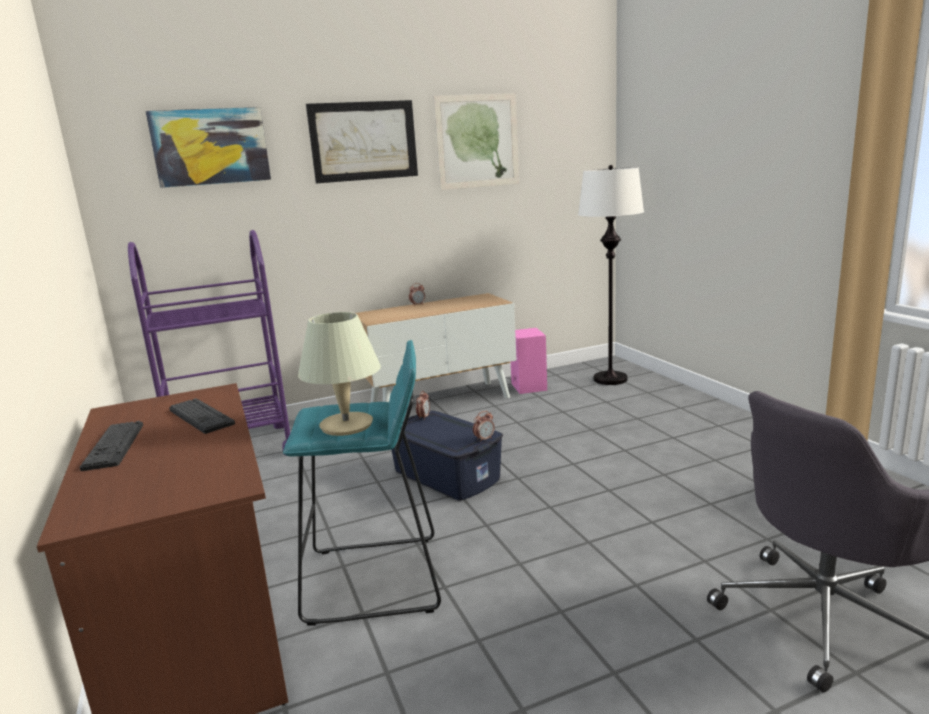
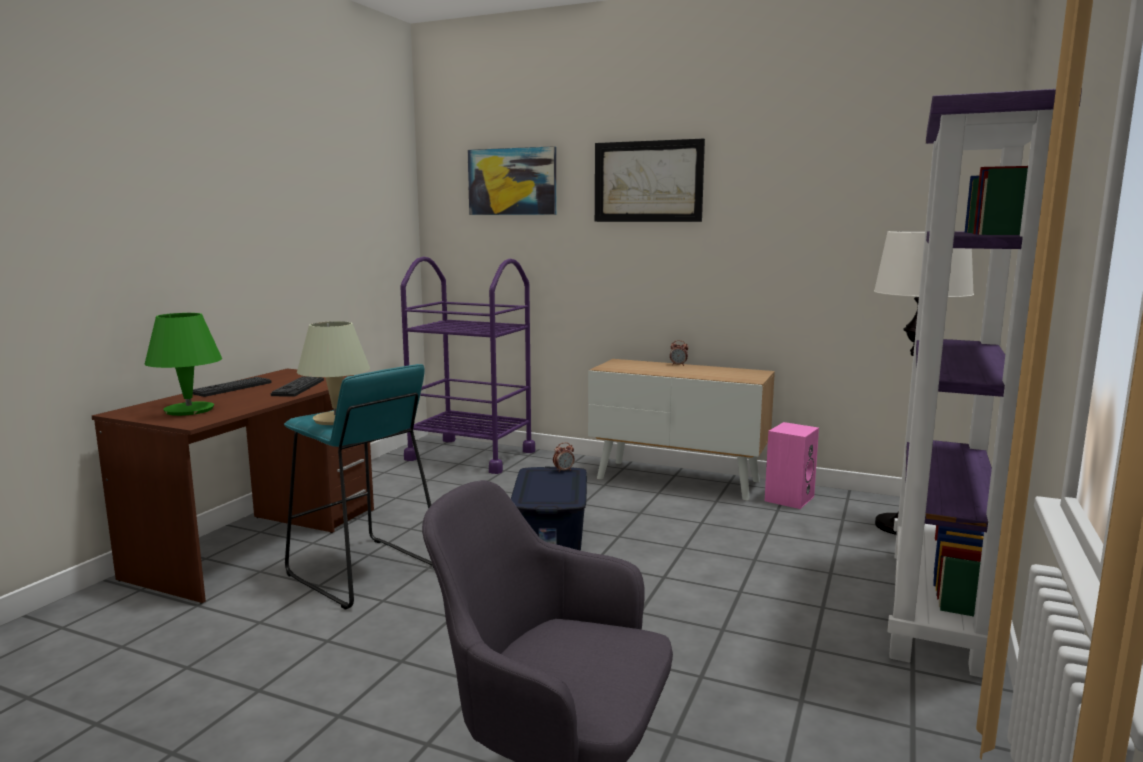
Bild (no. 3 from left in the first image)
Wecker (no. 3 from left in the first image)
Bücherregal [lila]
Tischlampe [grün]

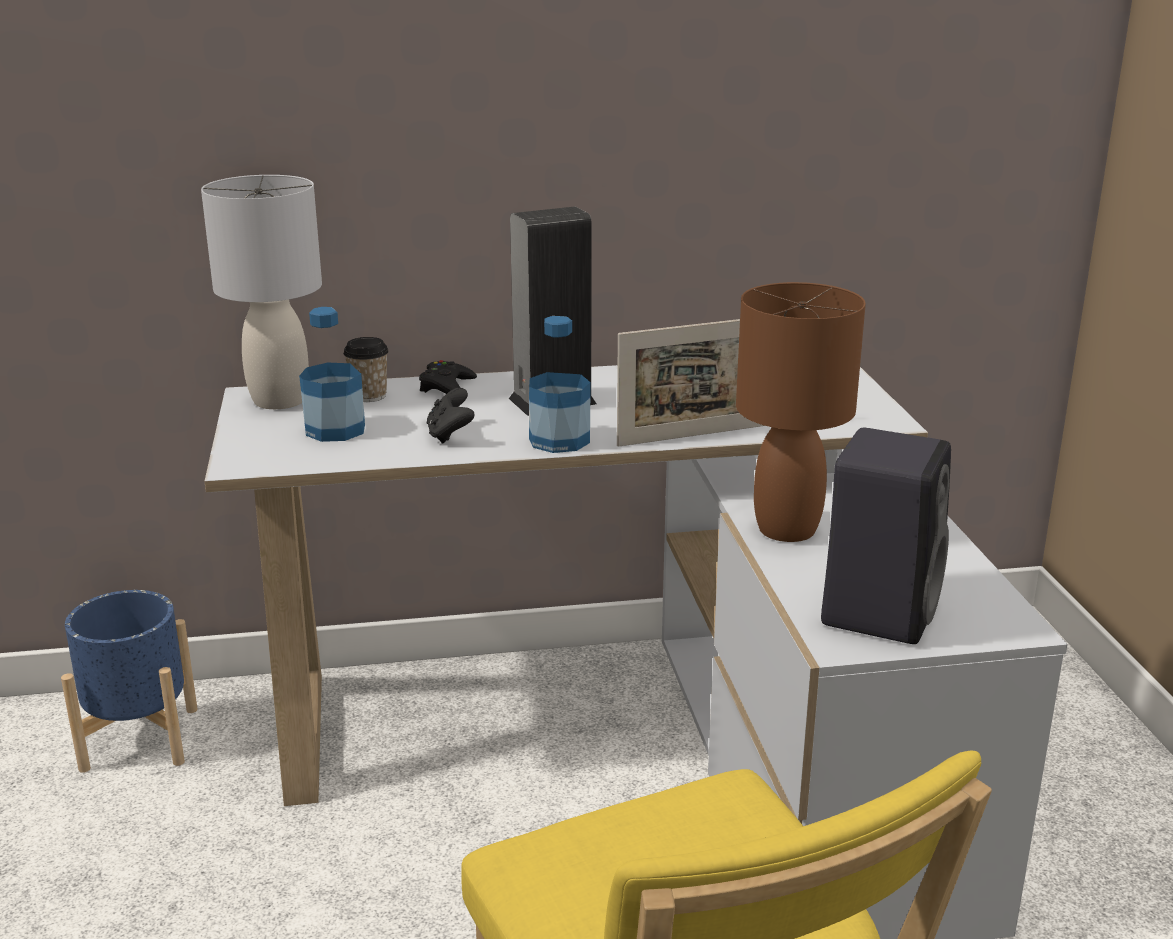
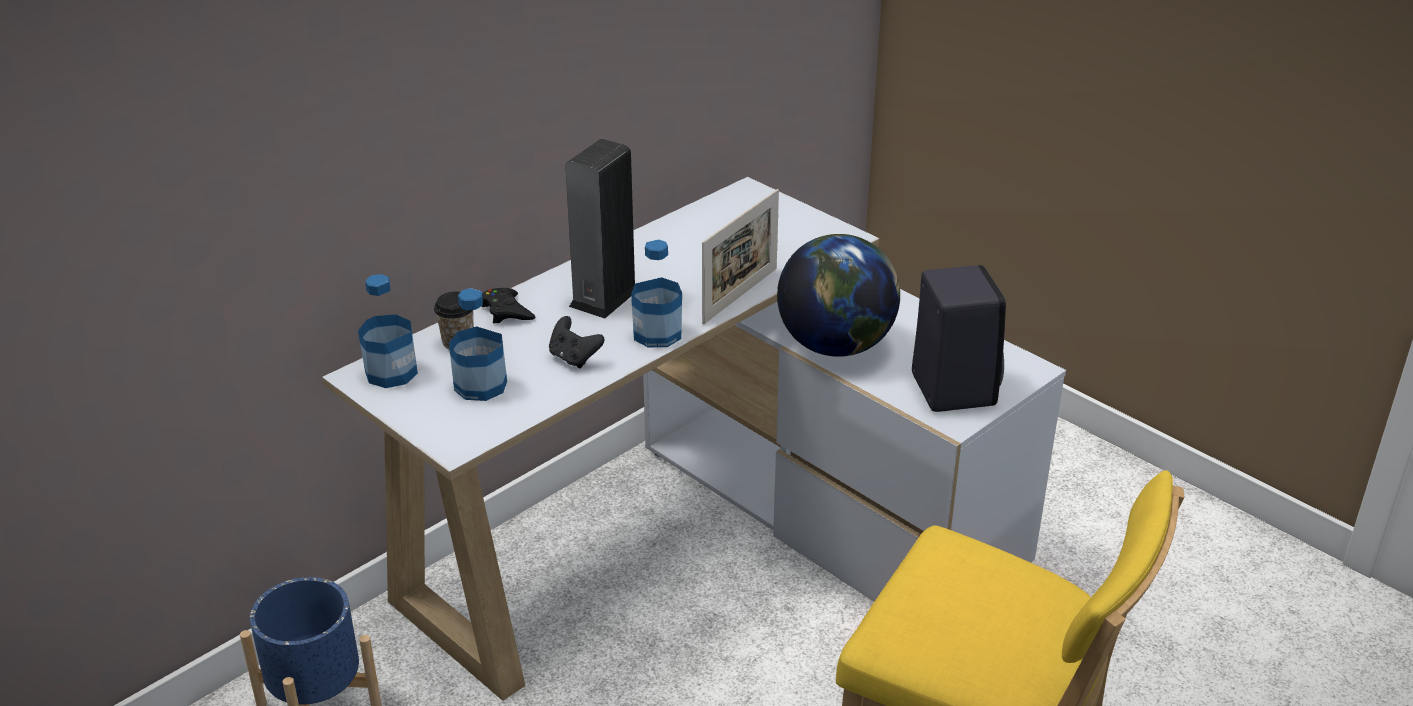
Flasche (no. 1 from left)
Globus

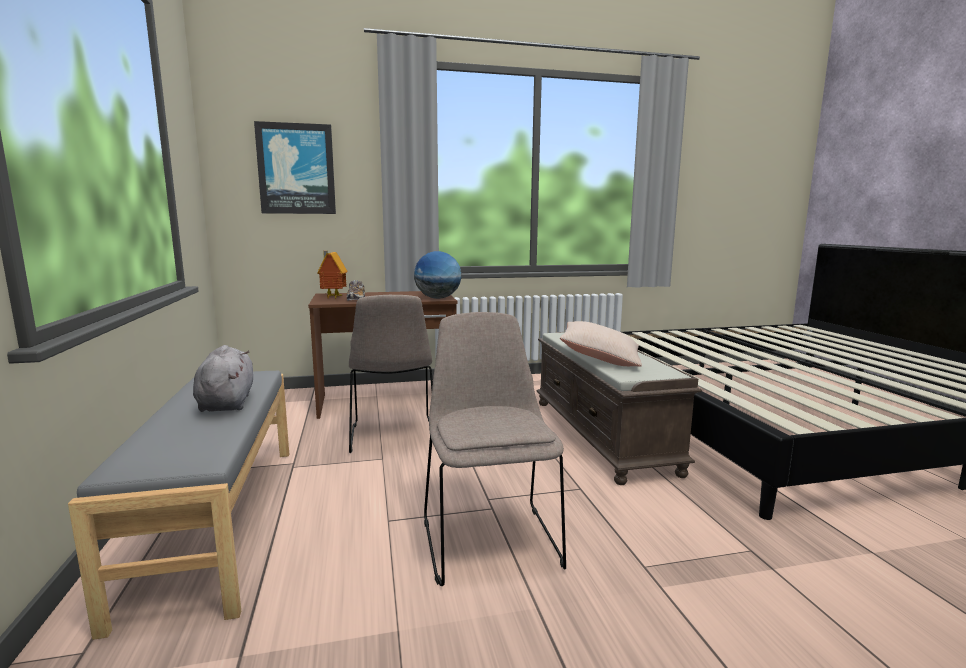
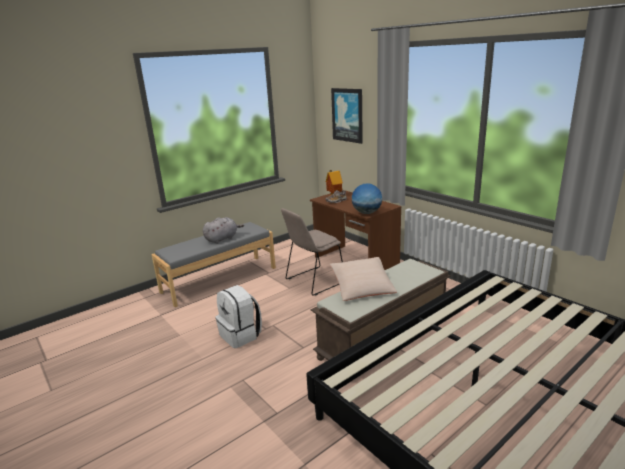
Rucksack [weiß]

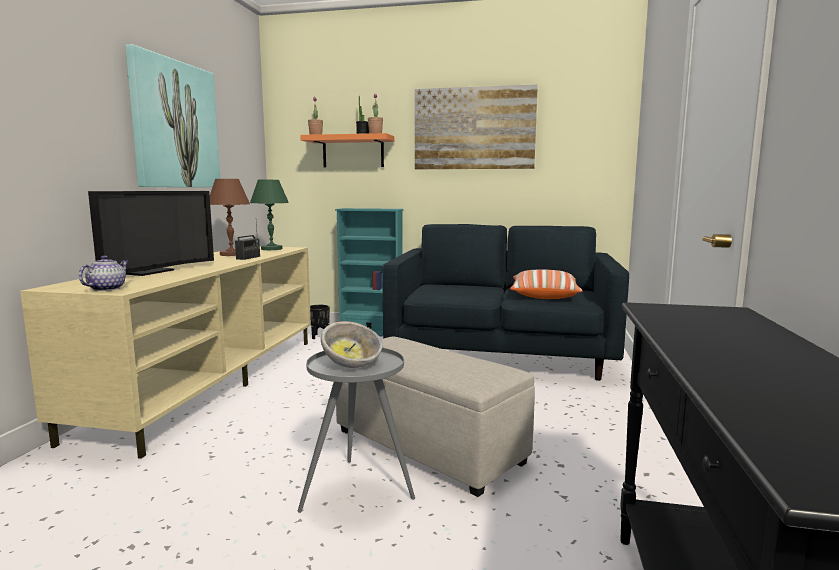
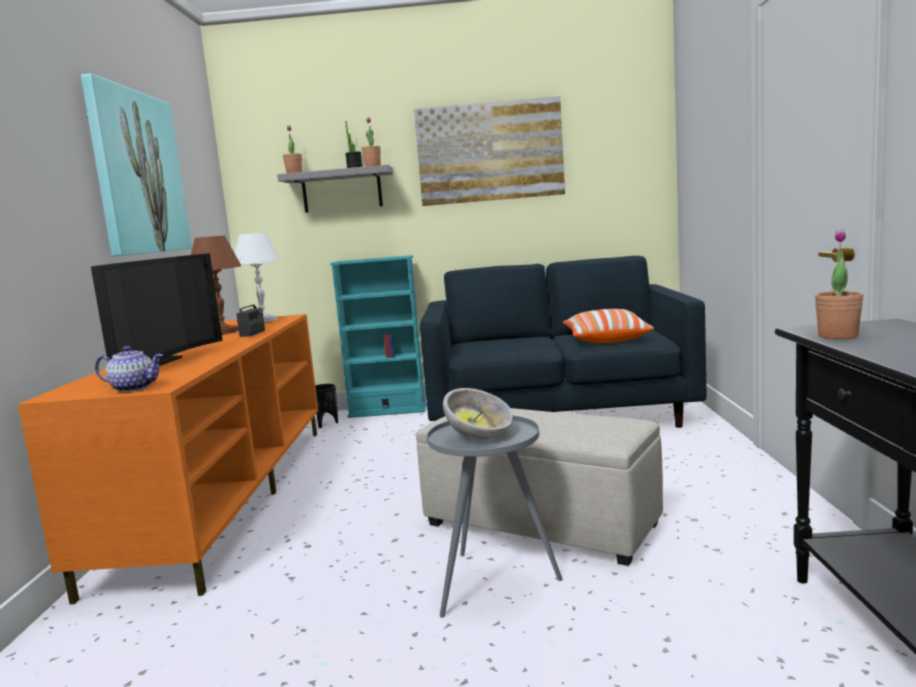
Wandregal [grau]
Tischlampe [weiß]
Fernsehschrank [orange]
Teekanne
Topfpflanze (no. 4 from left)

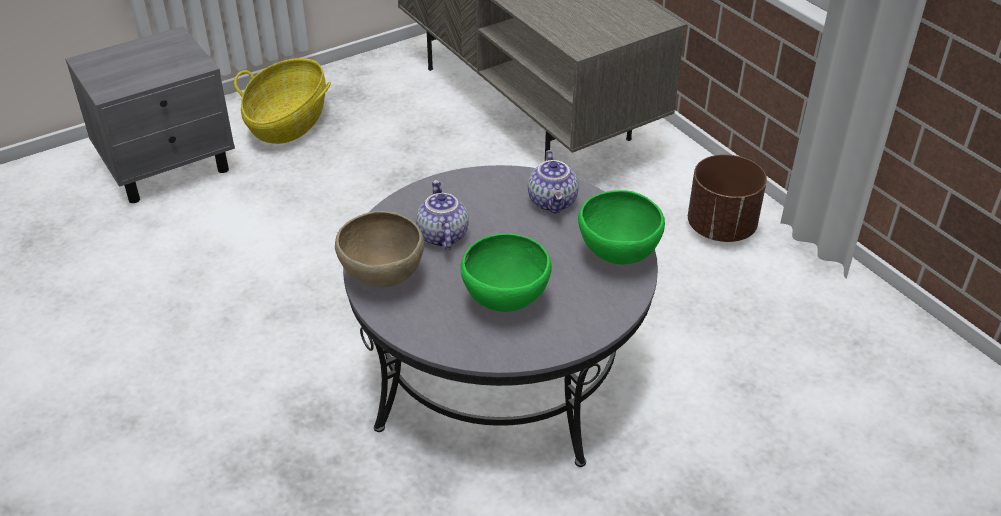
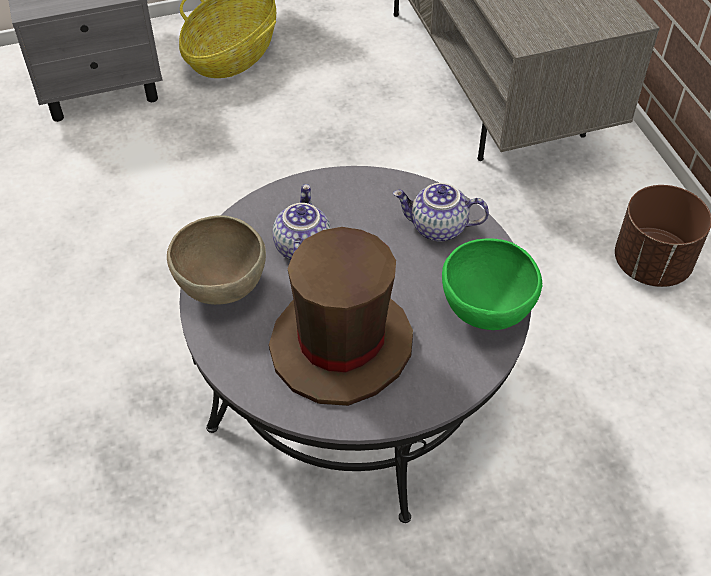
Teekanne (no. 2 from left)
Hut [braun]

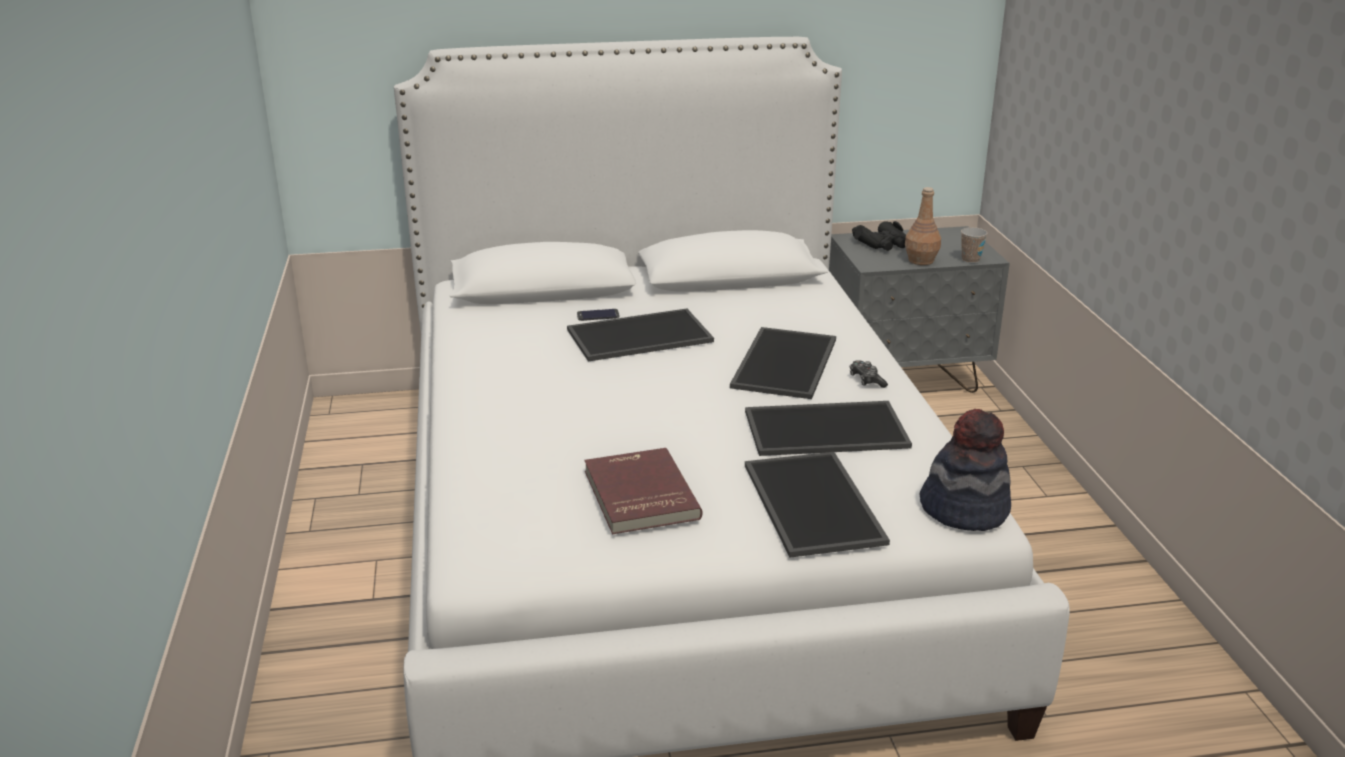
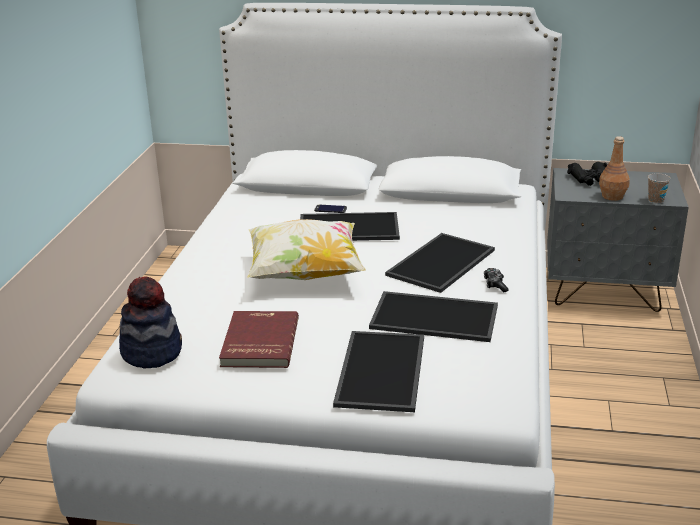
Hut
Kissen

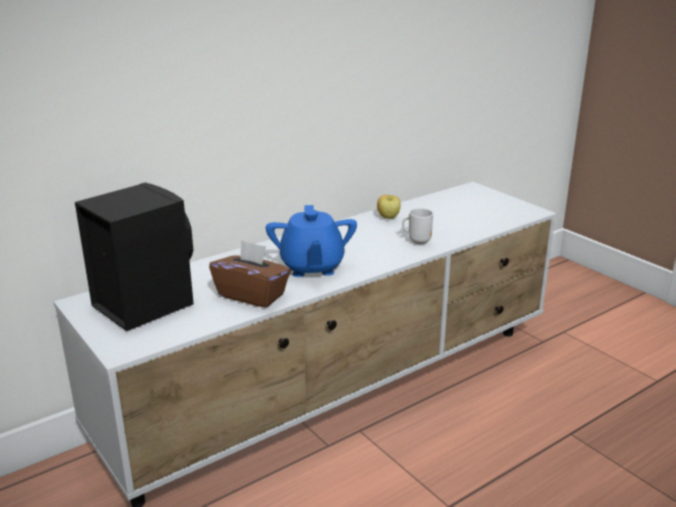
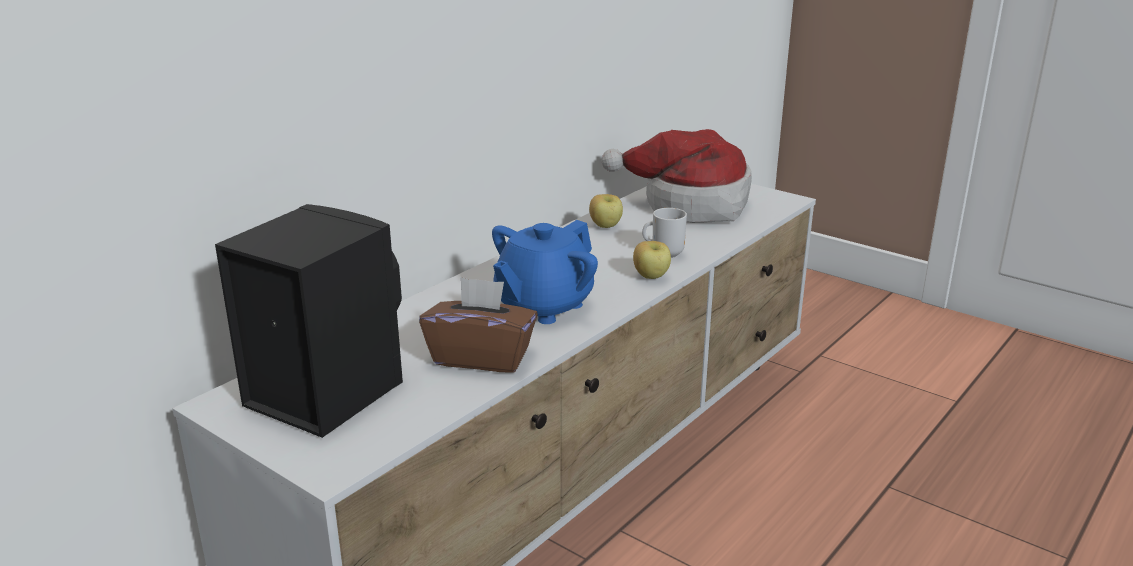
Teekanne [blau]
Hut
Apfel (no. 2 from left)

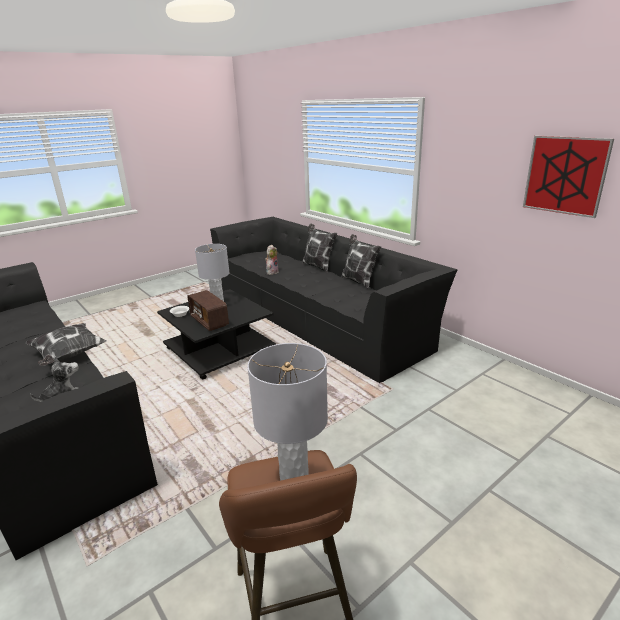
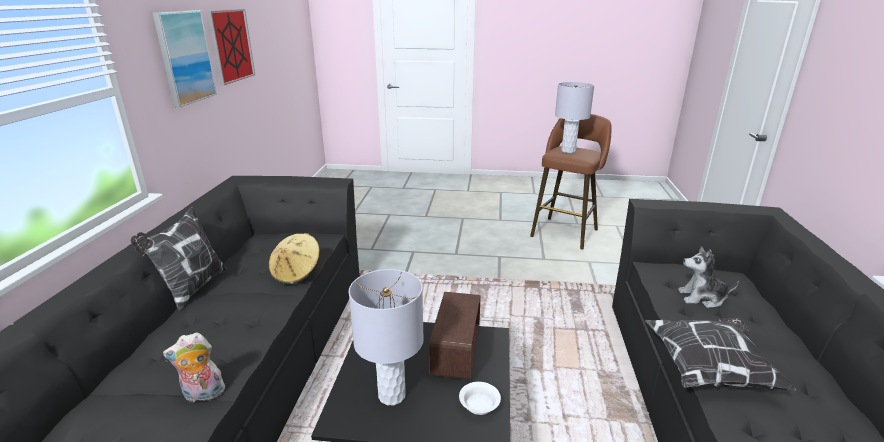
Kissen (no. 2 from left in the first image)
Bild (no. 1 from left)
Hut [beige]

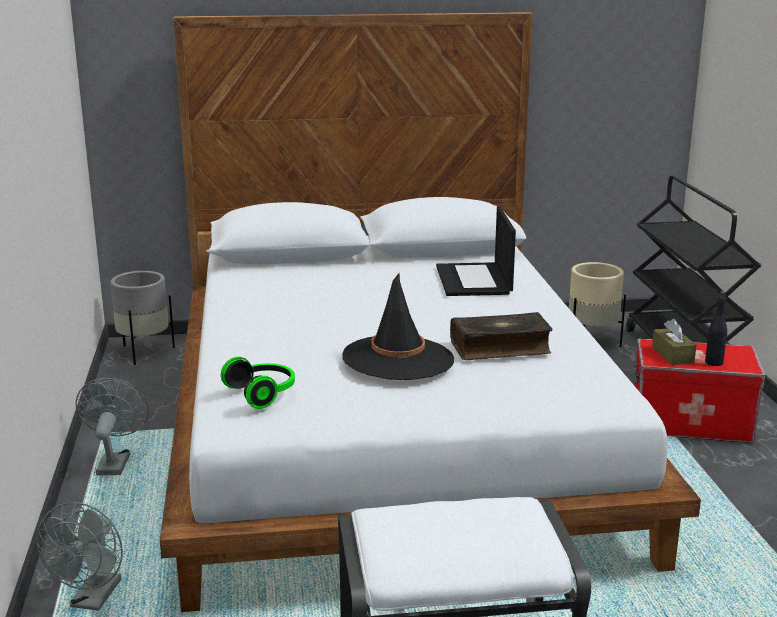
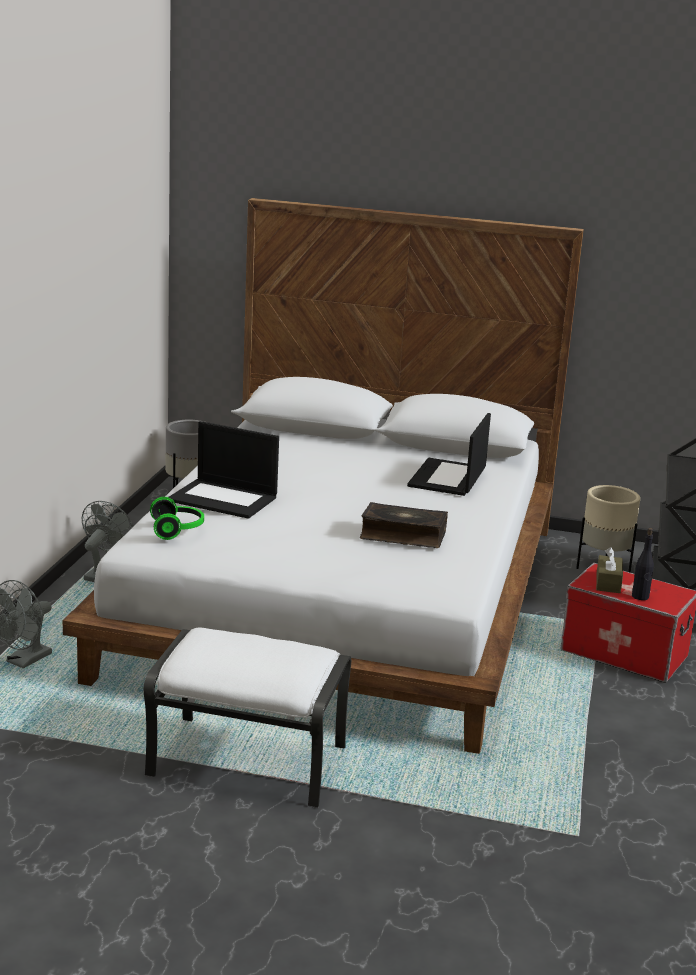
Hut [schwarz]
Laptop (no. 1 from left)

